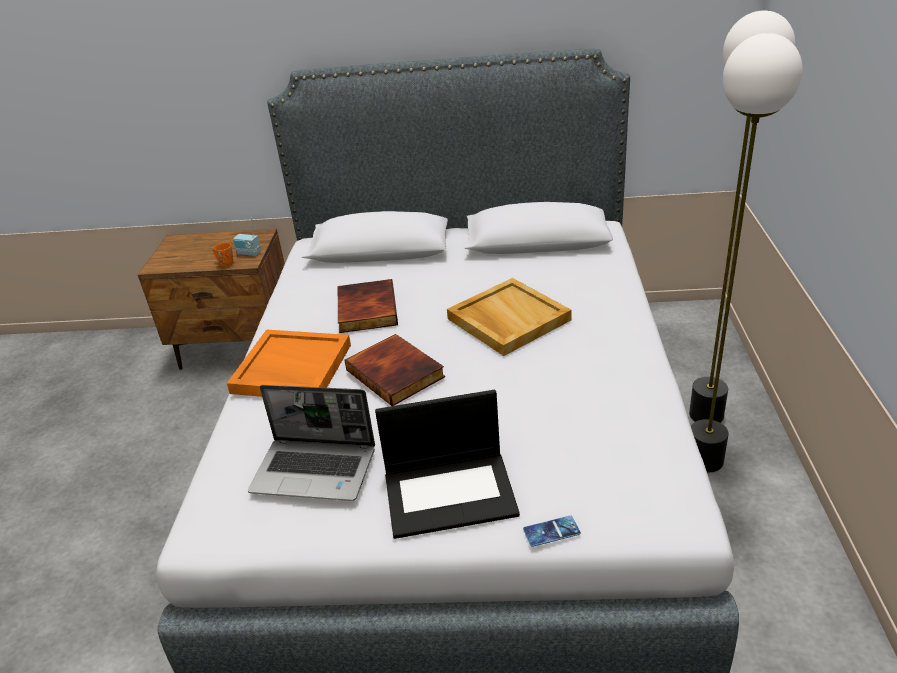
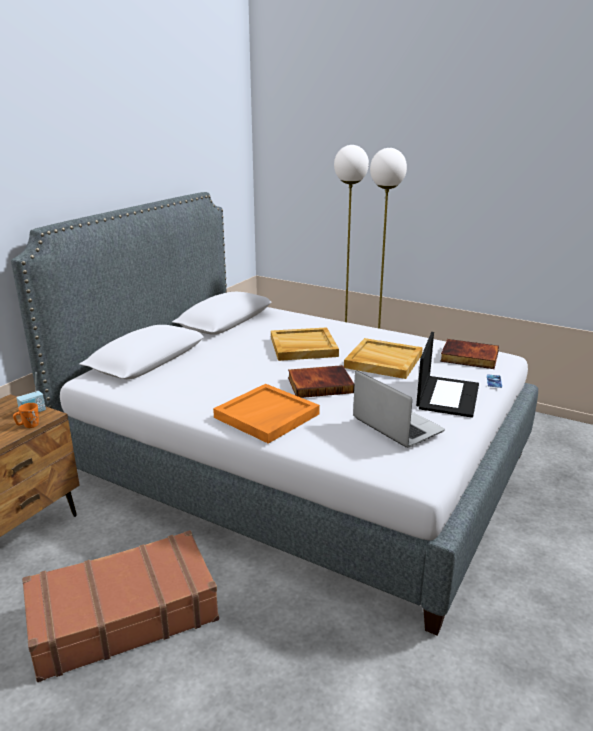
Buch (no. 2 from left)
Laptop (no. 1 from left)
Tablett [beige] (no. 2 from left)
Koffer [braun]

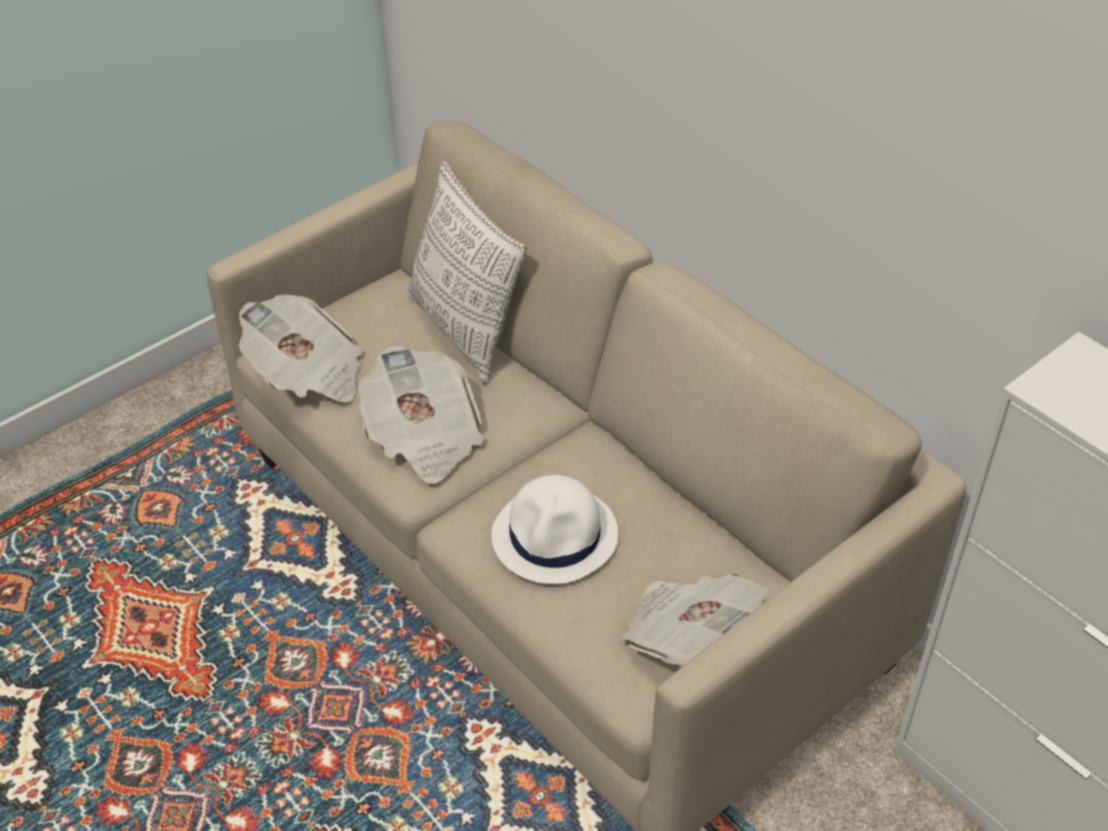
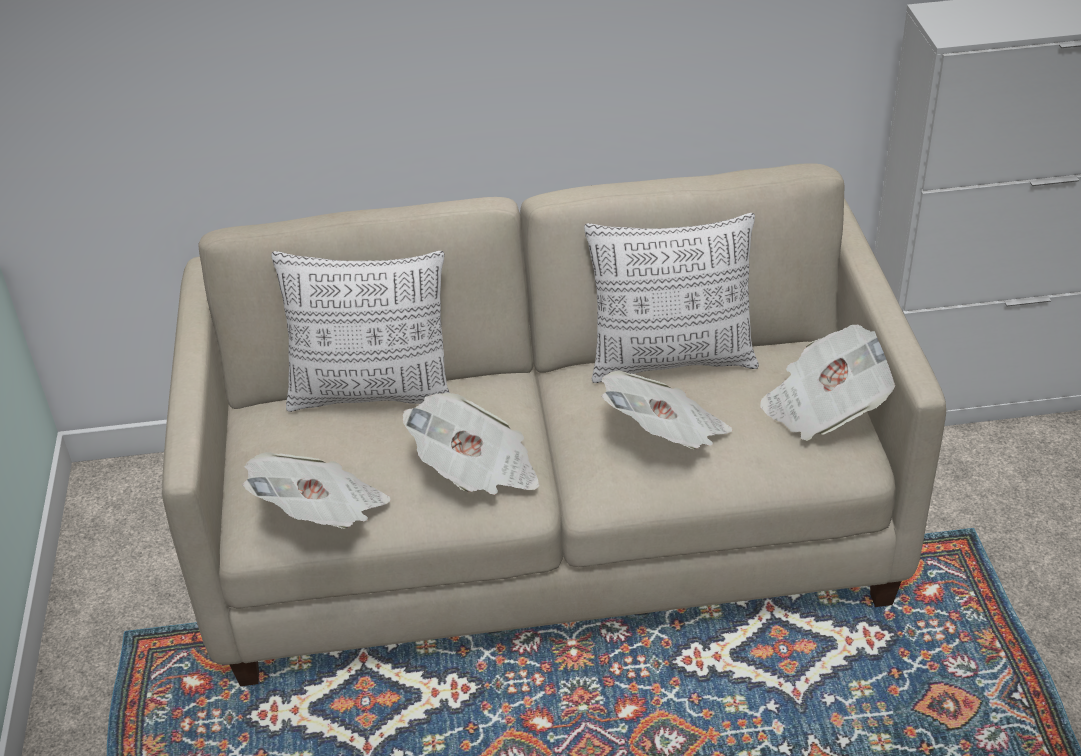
Zeitung (no. 3 from left)
Kissen (no. 2 from left)

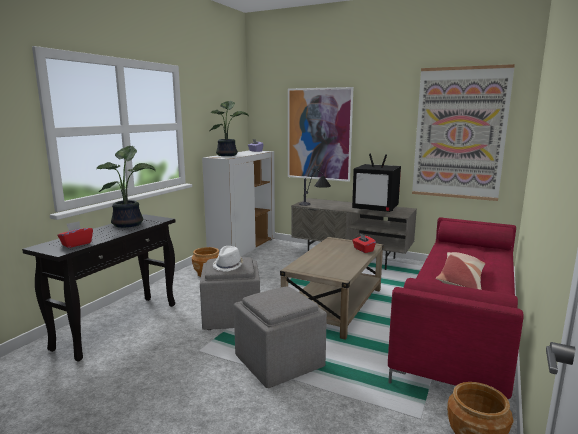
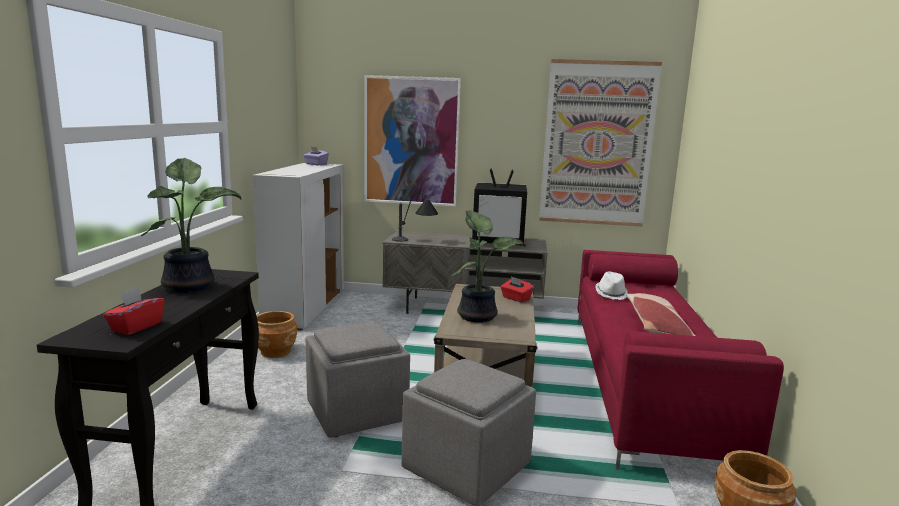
Topfpflanze (no. 2 from left)
Hut [weiß]

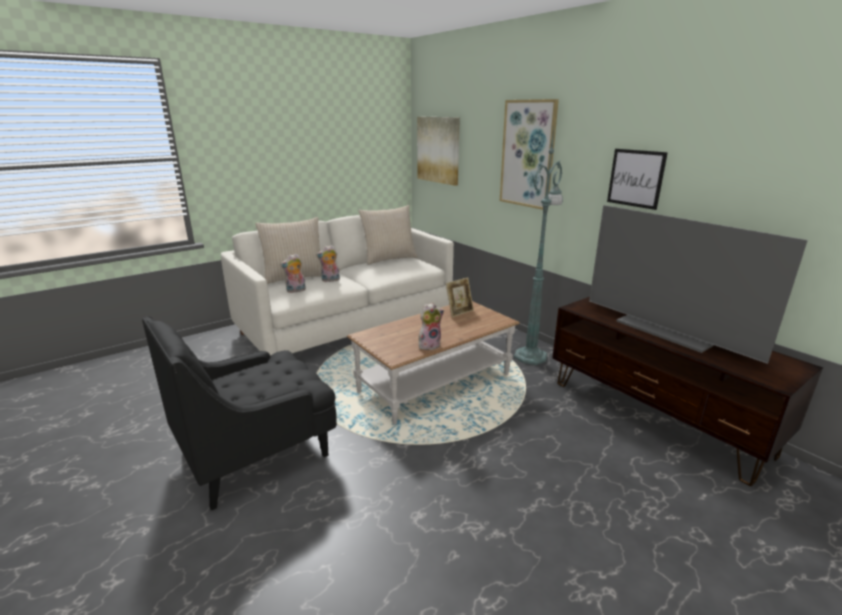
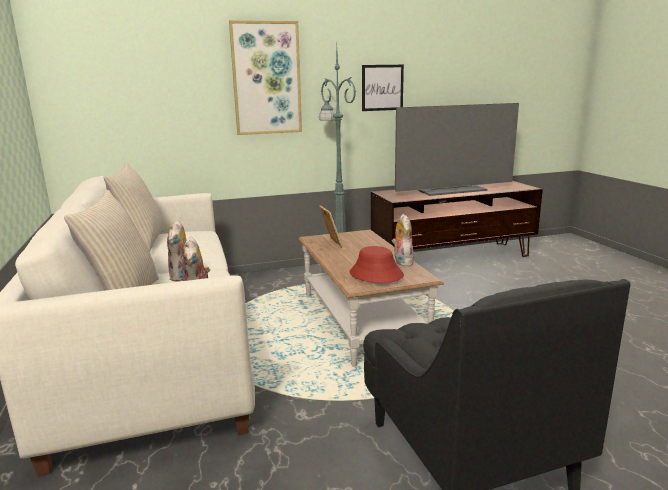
Bild (no. 1 from left in the first image)
Hut [rot]

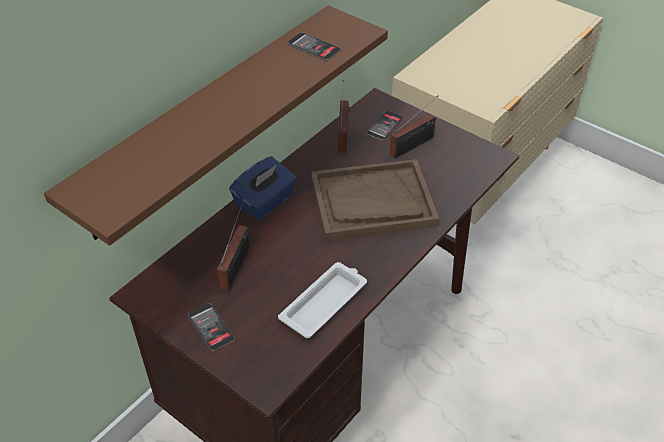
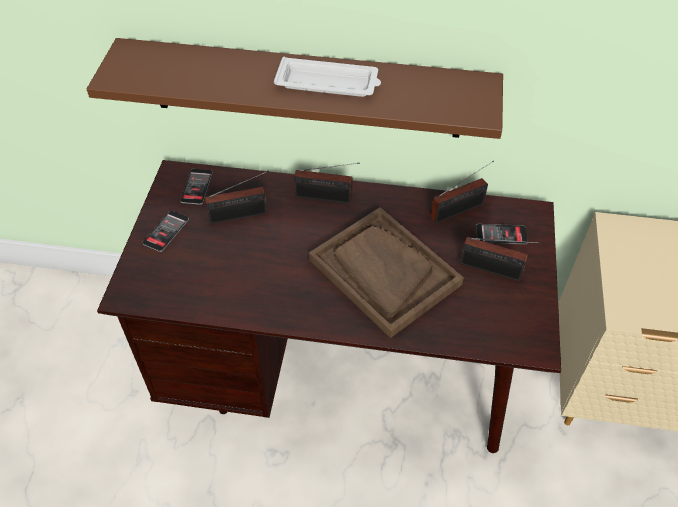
Handy (no. 2 from left)
Radio (no. 2 from left)
Tablett [weiß]

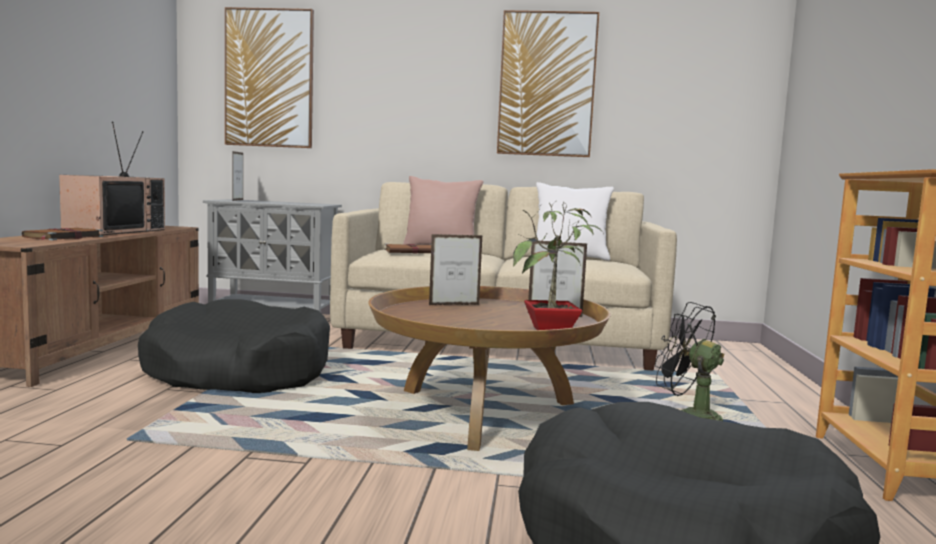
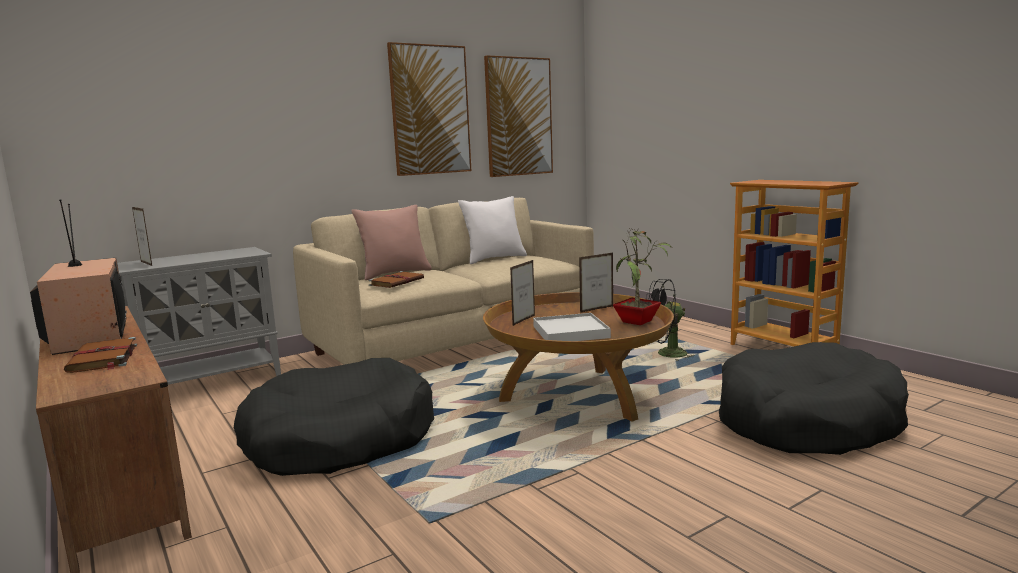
Bild (no. 2 from left)
Tablett [weiß]

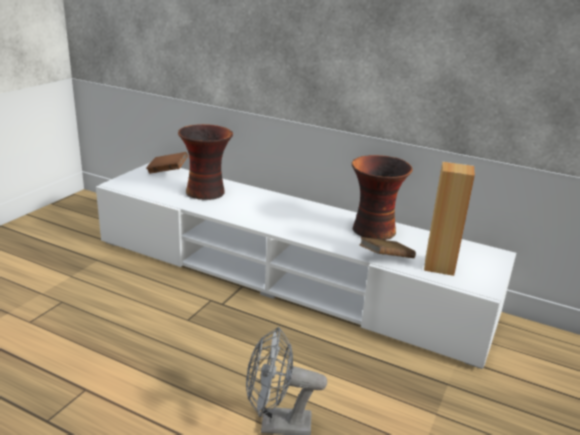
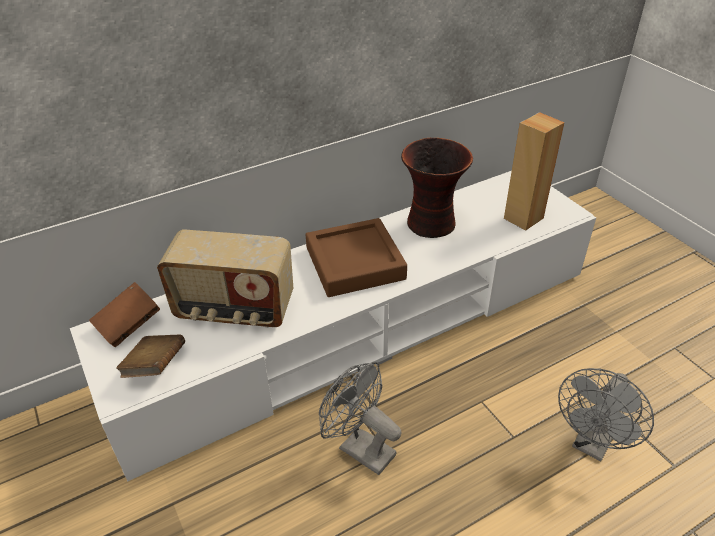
Radio
Buch [braun] (no. 2 from left)
Tablett [braun]
Ventilator [grau] (no. 1 from left)

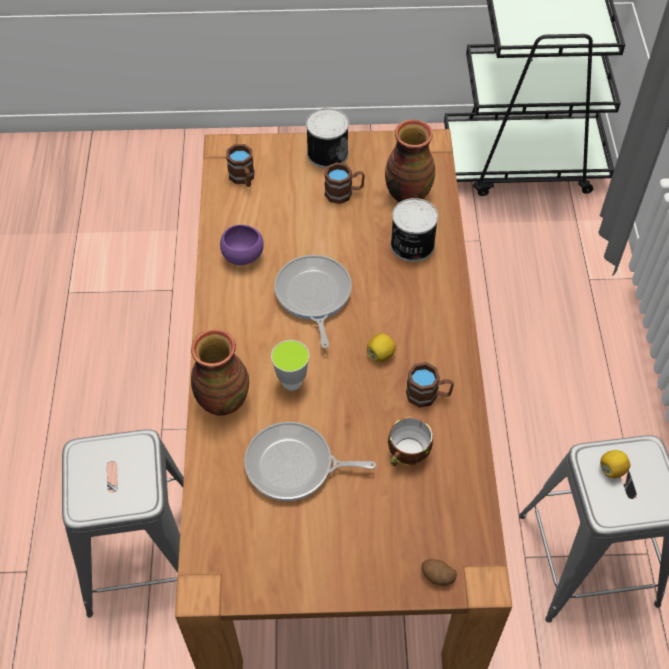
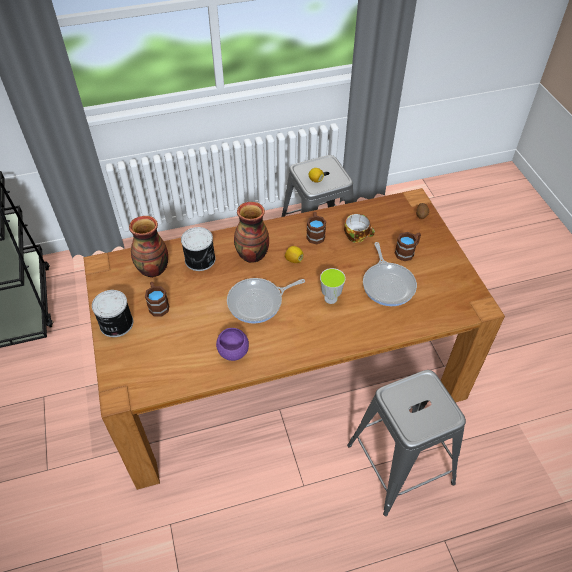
Henkelbecher [braun] (no. 3 from left)
Vase (no. 2 from left)

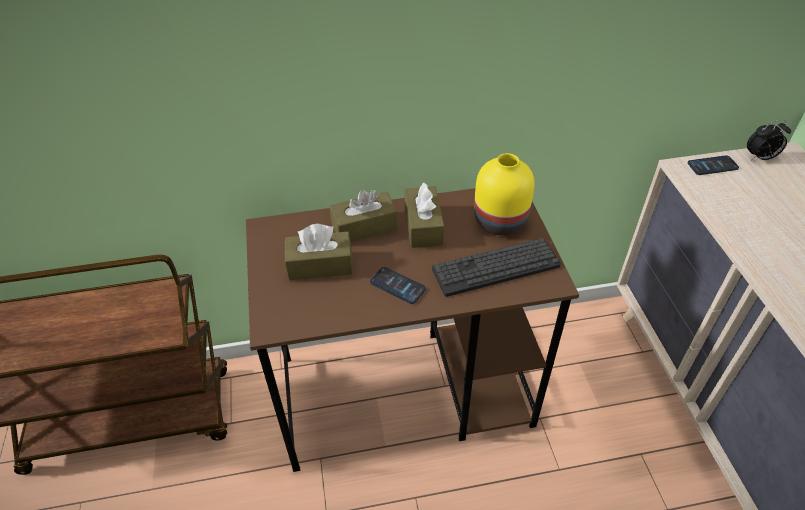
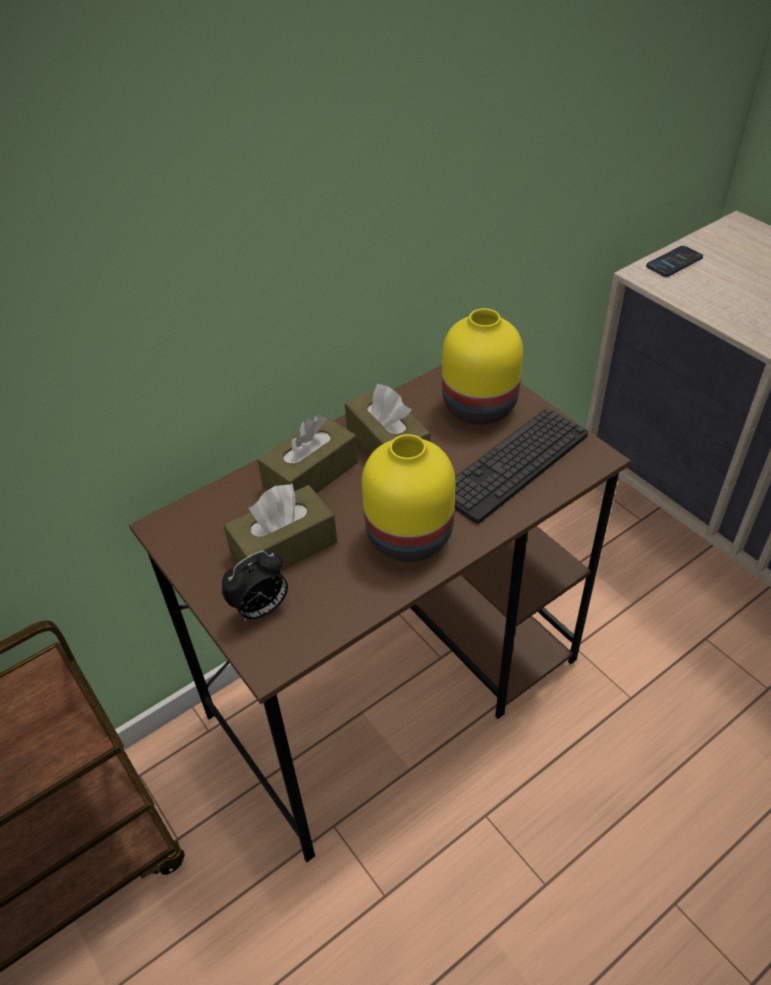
Wecker
Vase [gelb] (no. 1 from left)

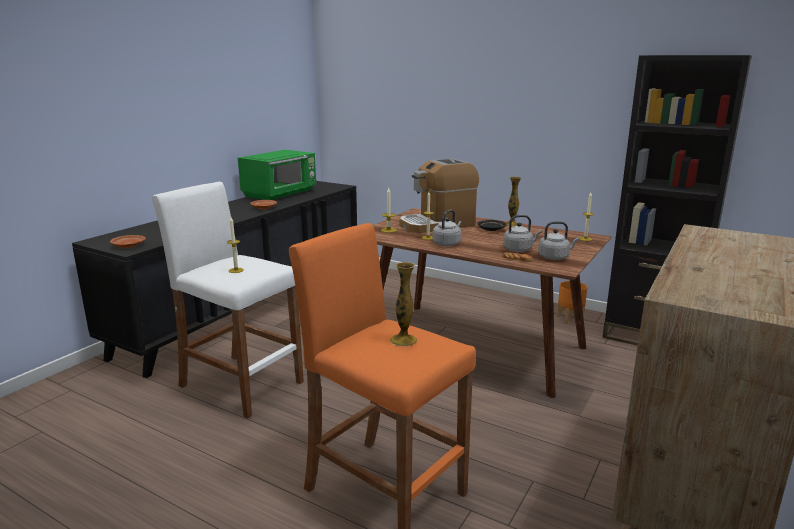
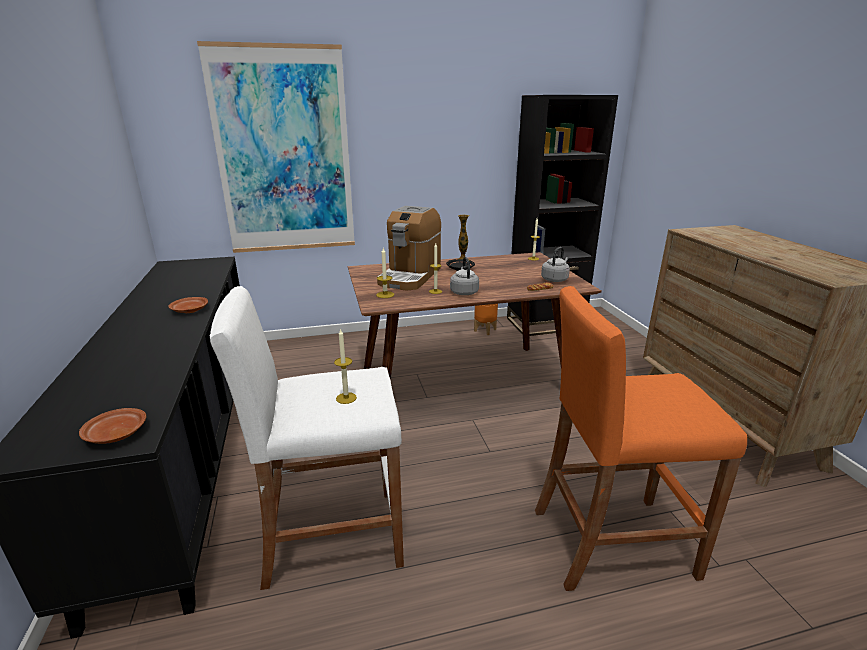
Mikrowelle [grün]
Wasserkessel [grau] (no. 2 from left in the first image)
Vase (no. 1 from left in the first image)
Bild

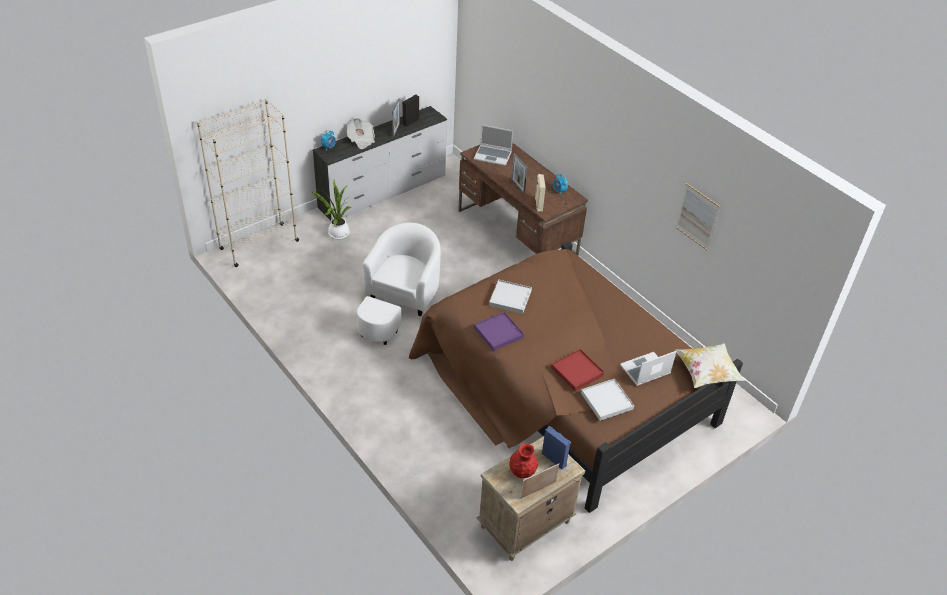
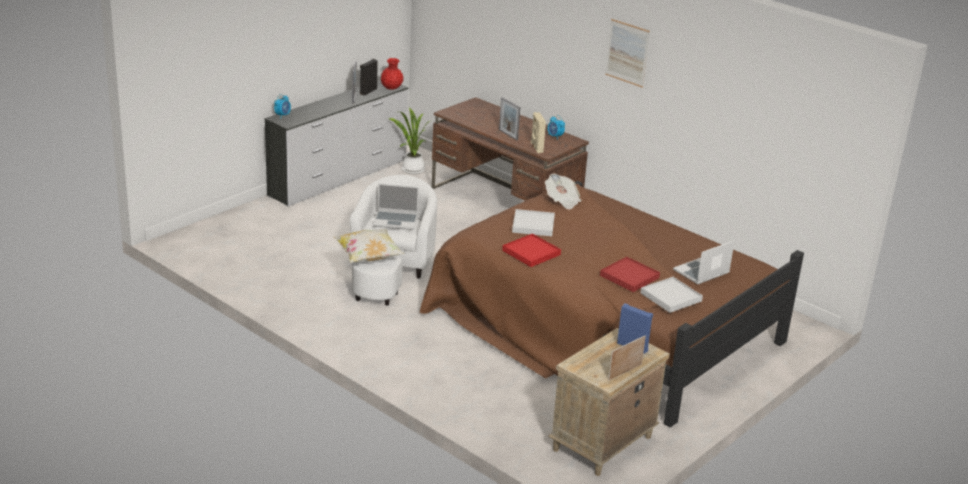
Bücherregal [beige]
Zeitung
Laptop (no. 1 from left)
Topfpflanze
Bild
Tablett [rot] (no. 1 from left)
Kissen
Vase [rot]

